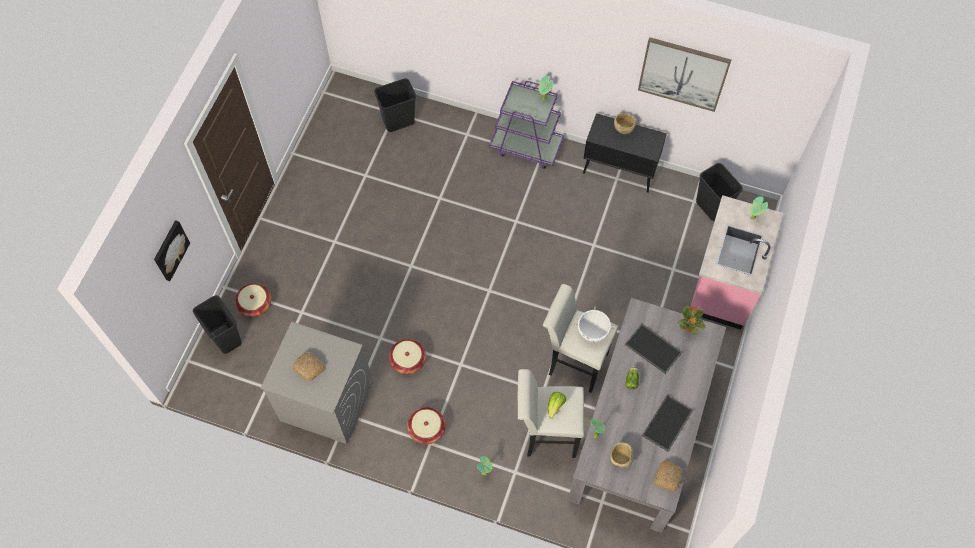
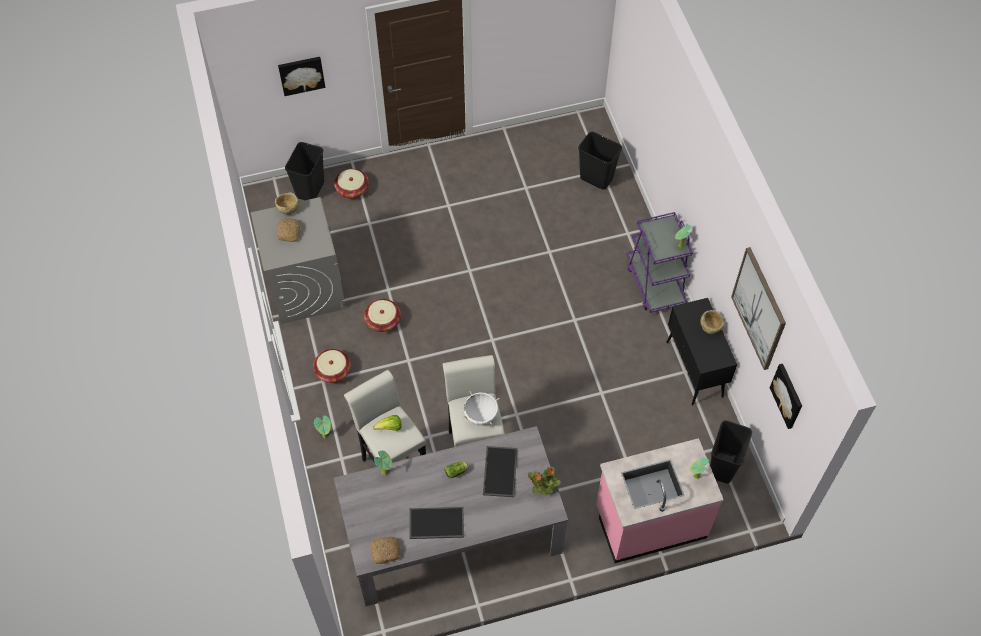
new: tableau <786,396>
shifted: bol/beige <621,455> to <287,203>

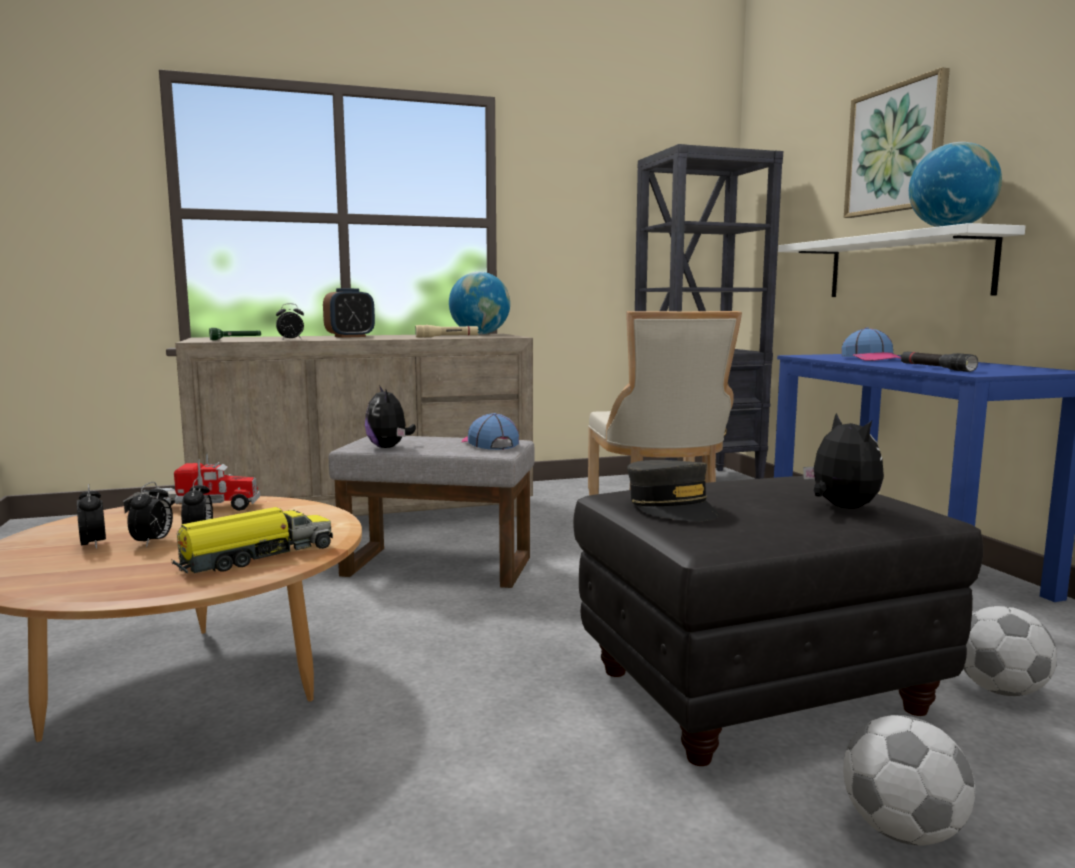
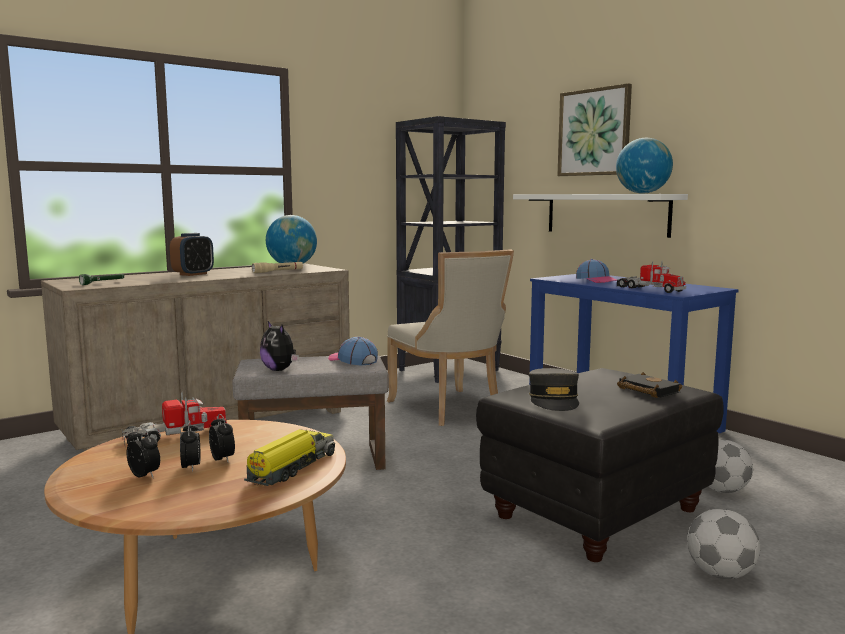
gone: réveil <290,321>
swapped: lampe de poche/noir <939,362> to camion jouet <651,277>; peluche <843,461> to livre/noir <649,385>
rotated: casquette/gris <673,490> = <554,389> 45 degrees clockwise

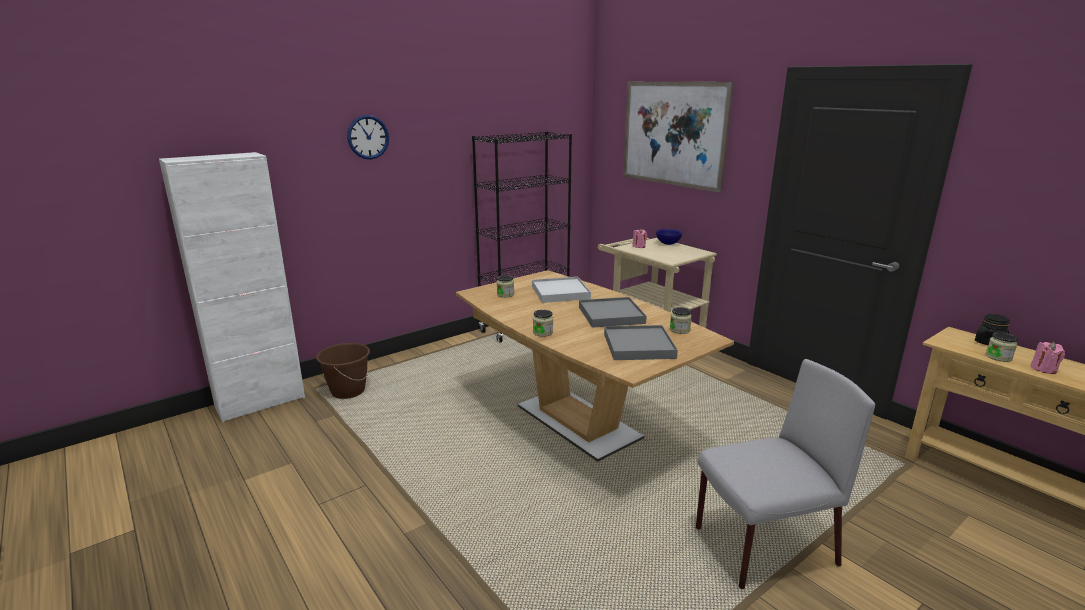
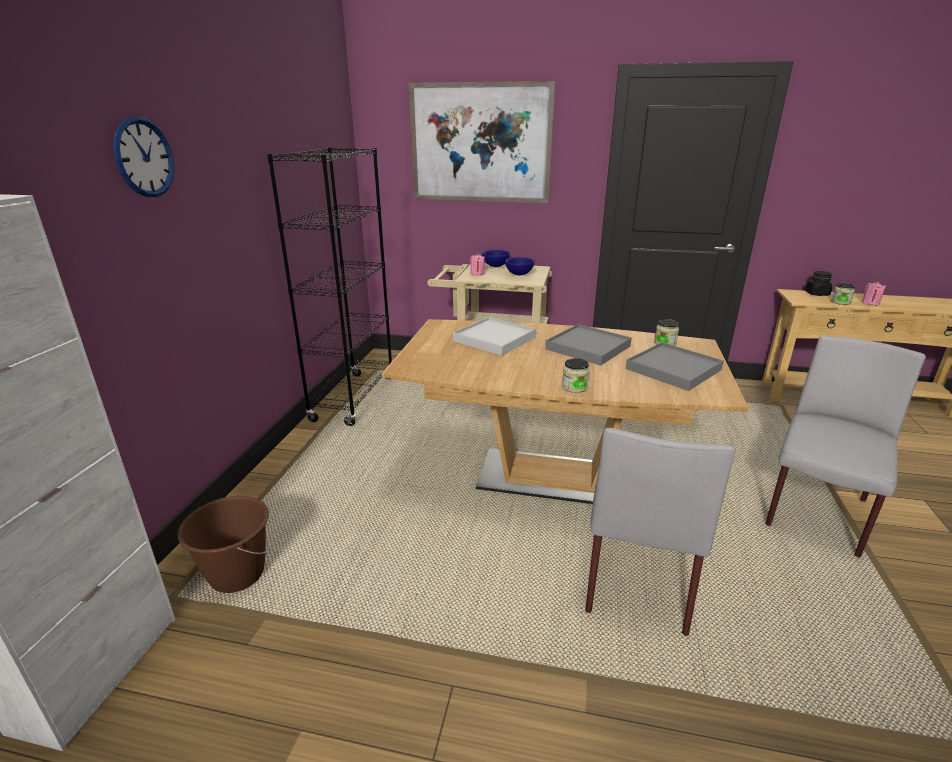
gone: bocal <505,286>
new: bol/bleu <520,266>; chaise/gris <660,532>

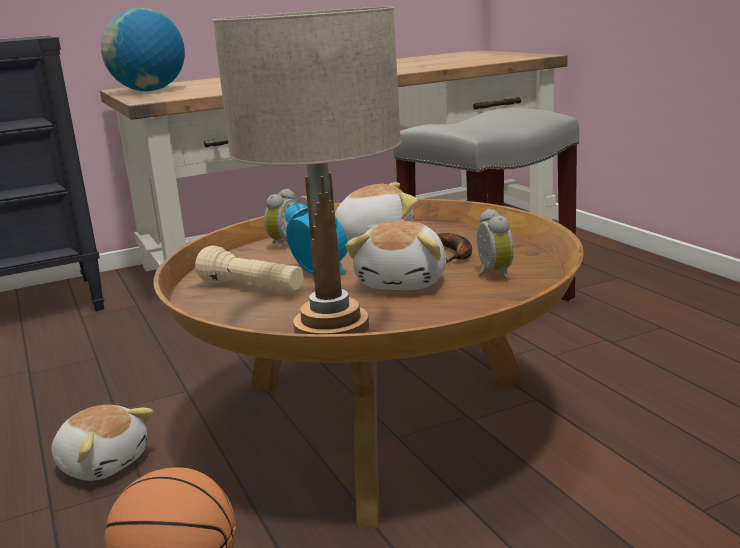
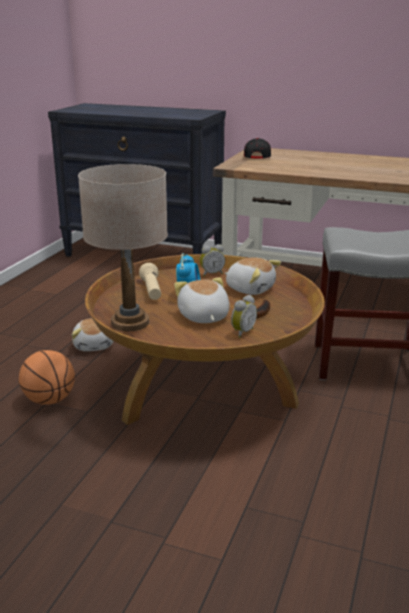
swapped: globe <143,49> to casquette/noir <257,148>
rotated: peluche <395,255> = <202,300> 105 degrees clockwise

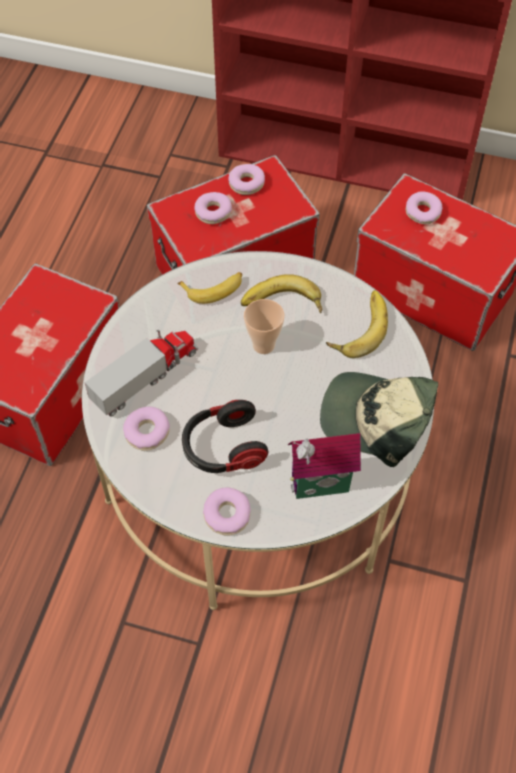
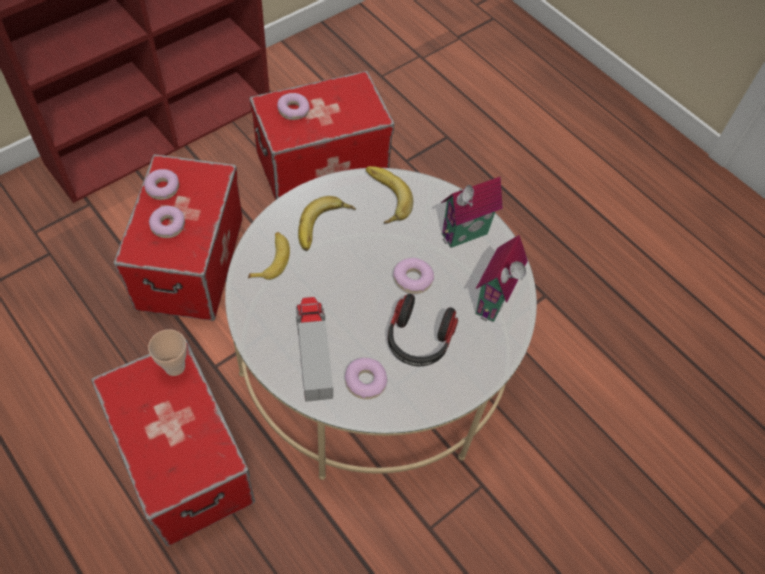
shifted: tasse <264,326> to <167,352>; beignet <227,511> to <413,276>
swapped: casquette <379,419> to maison miniature <472,212>

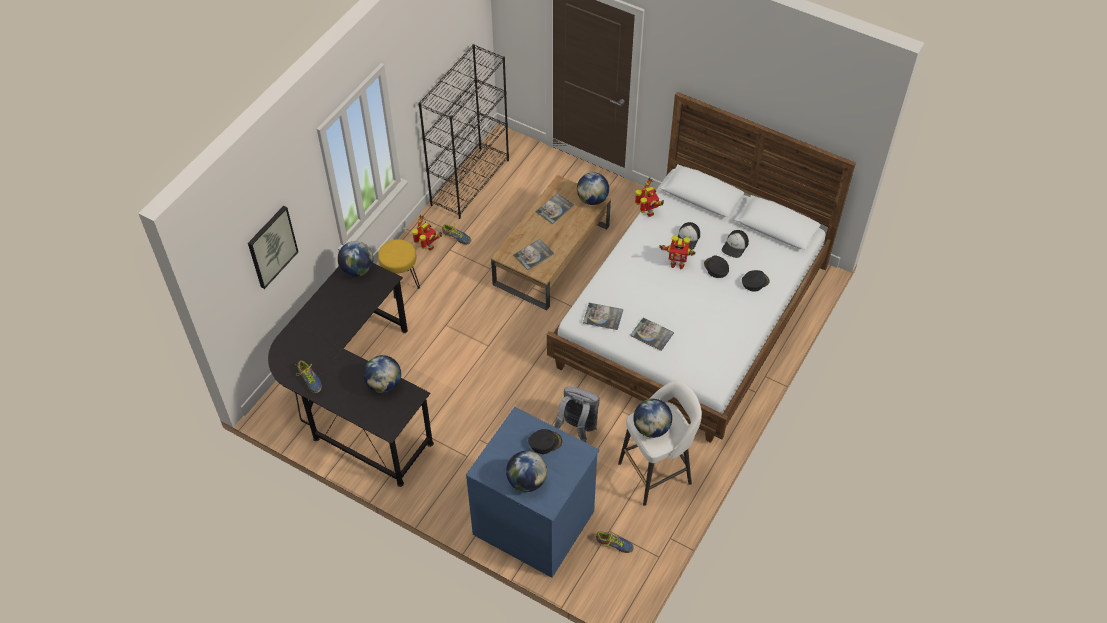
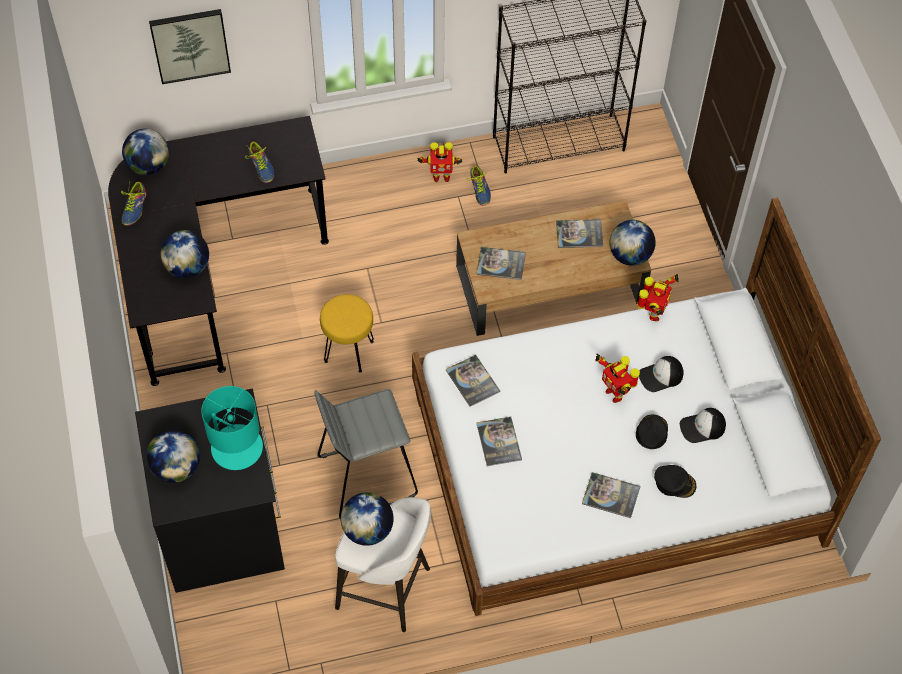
new: livre <611,495>
shifted: tabouret/jaune <399,269> to <347,333>; globe <355,258> to <145,152>; chaussure <615,541> to <259,162>
swapped: sac à dos/gris <577,414> to tabouret/gris <366,454>; casquette/noir <545,441> to lampe de table/turquoise <232,428>
repainted: commode/bleu <533,492> to commode/noir <210,491>
rotated: robot jouet <427,233> = <439,162> 90 degrees clockwise

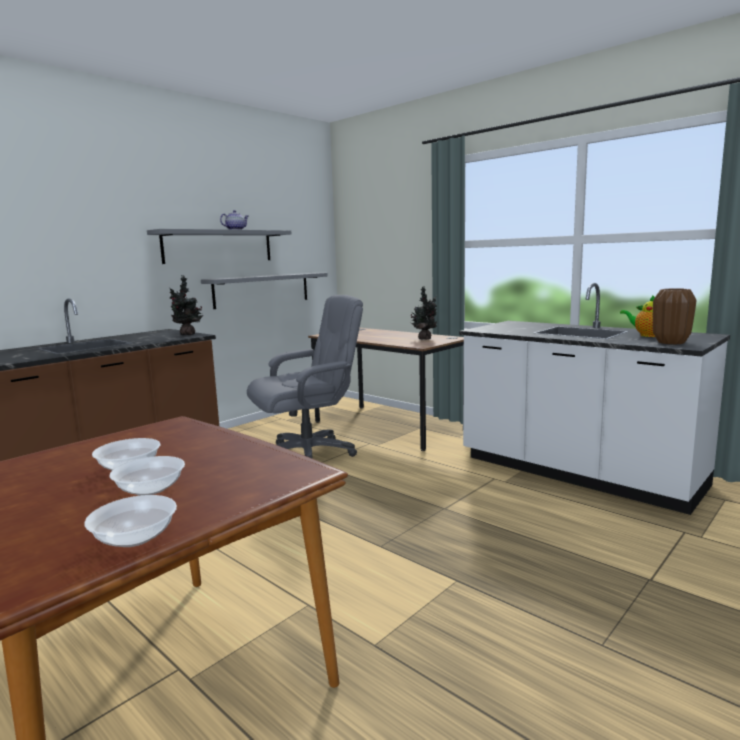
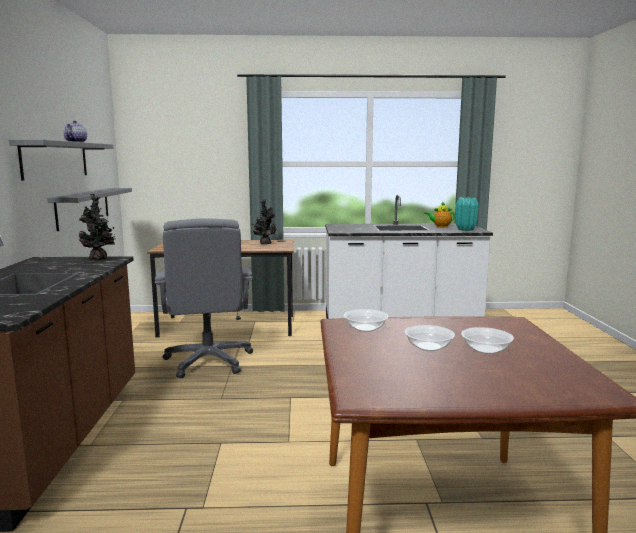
shifted: bol <130,521> to <366,320>
repainted: vase/marron <674,316> to vase/turquoise <467,214>
rotated: chaise de bureau/gris <305,377> = <204,298> 150 degrees clockwise

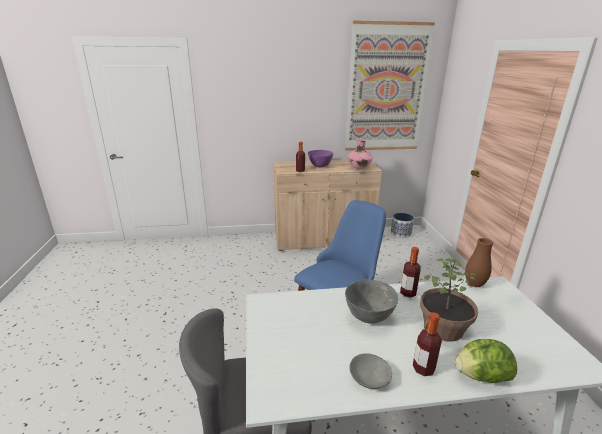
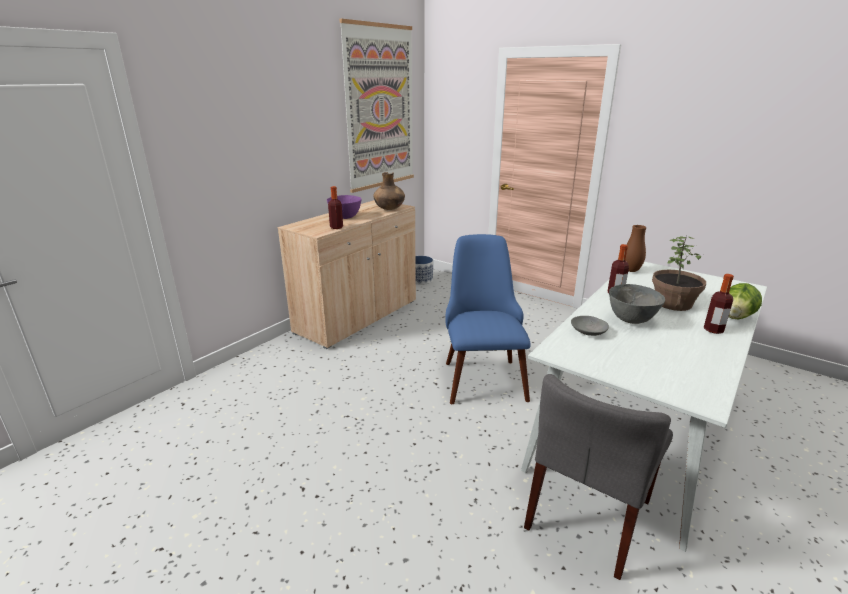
shifted: bol/gris <371,371> to <590,326>
repainted: vase/rose <360,154> to vase/marron <389,191>

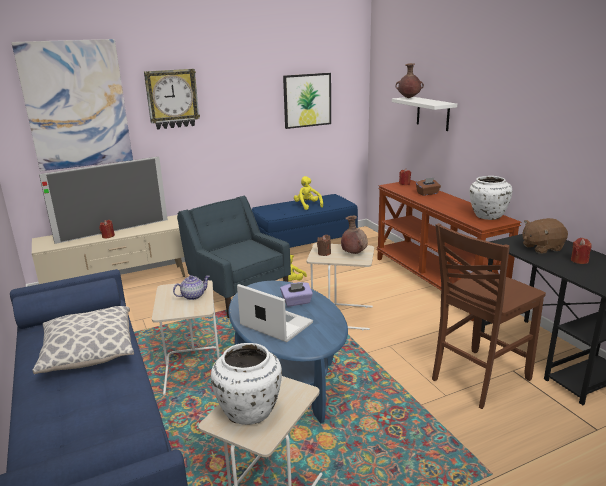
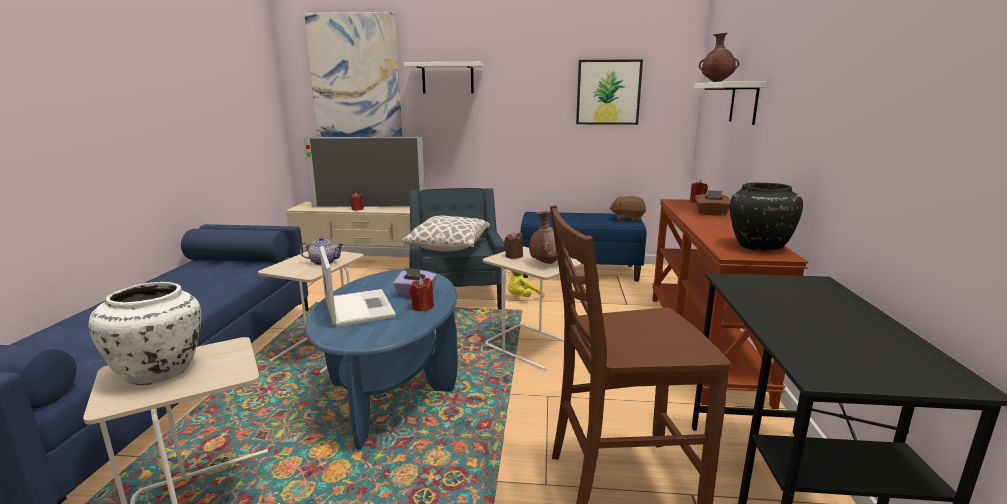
gone: peluche/jaune <308,193>
shifted: peluche/marron <545,236> to <628,209>; bougie/rouge <581,251> to <421,295>; coussin <83,340> to <446,233>
swapped: horloge murale <172,99> to étagère/blanc <444,78>
repainted: vase/blanc <490,198> to vase/noir <766,217>

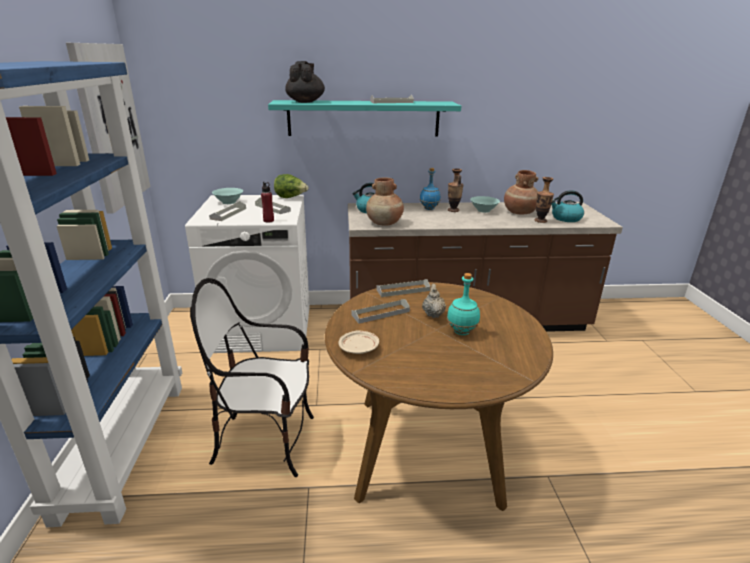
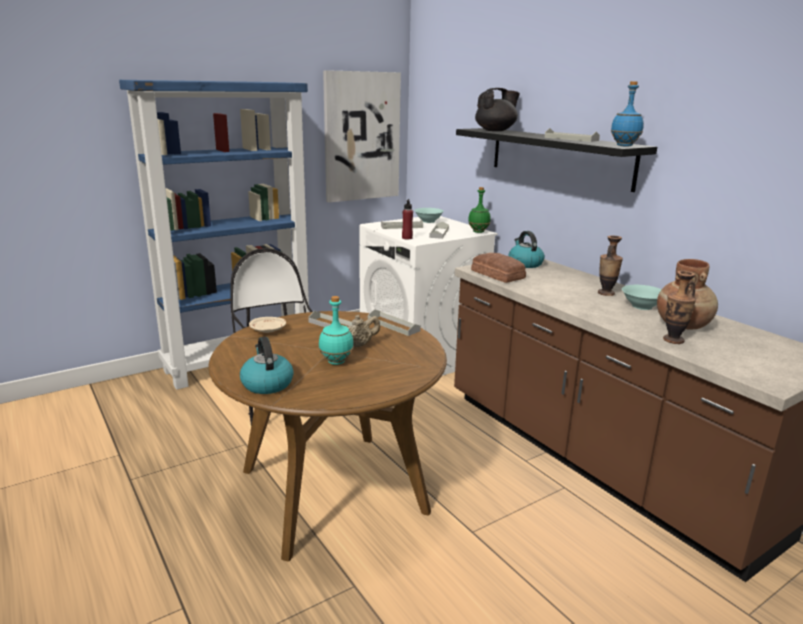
shifted: bouteille/bleu <430,189> to <627,114>; bouilloire <567,206> to <267,365>
swapped: laitue <291,186> to bouteille/vert <479,210>; vase/marron <385,201> to pain <498,268>
repainted: étagère/turquoise <364,118> to étagère/noir <556,160>

